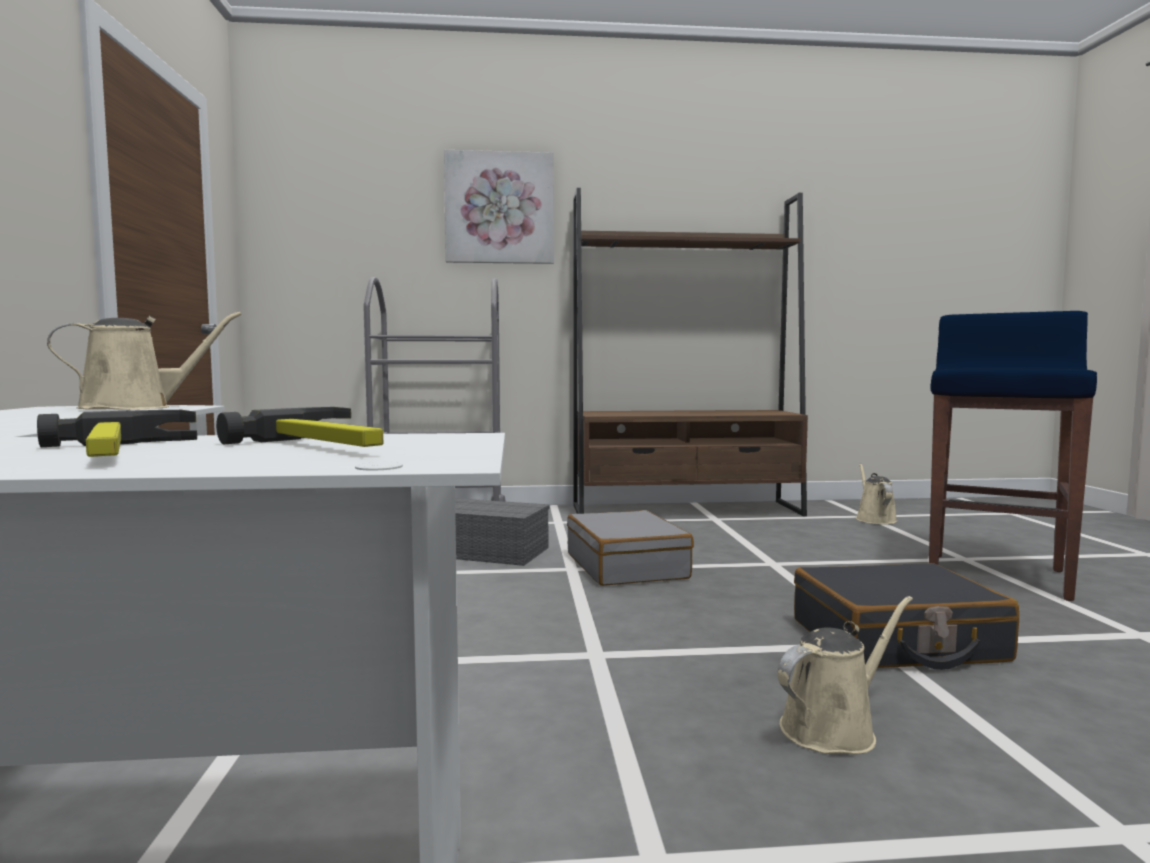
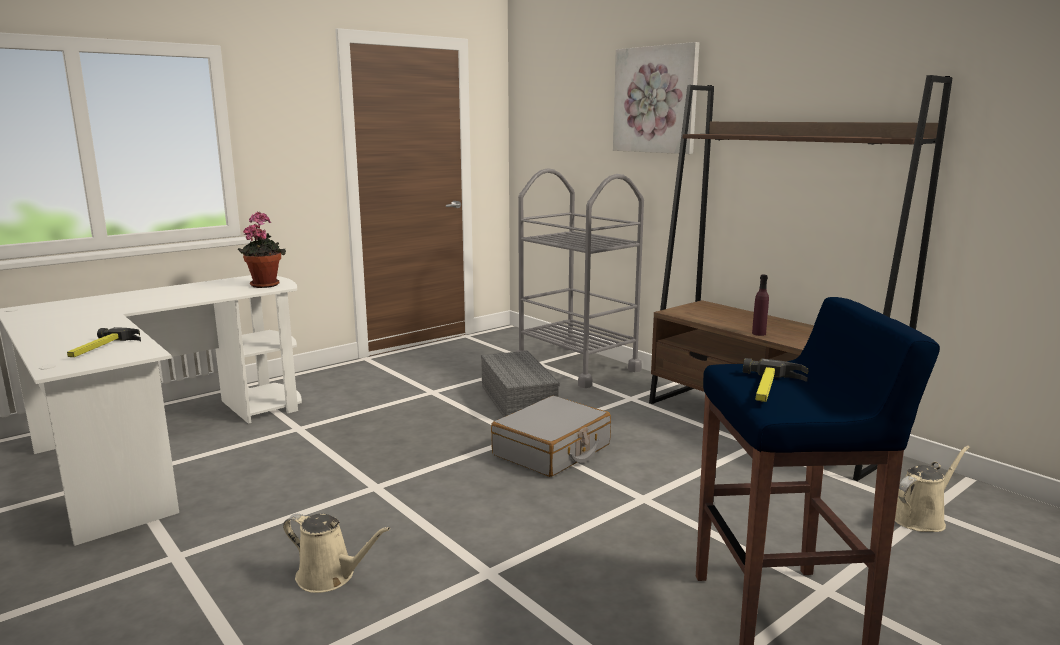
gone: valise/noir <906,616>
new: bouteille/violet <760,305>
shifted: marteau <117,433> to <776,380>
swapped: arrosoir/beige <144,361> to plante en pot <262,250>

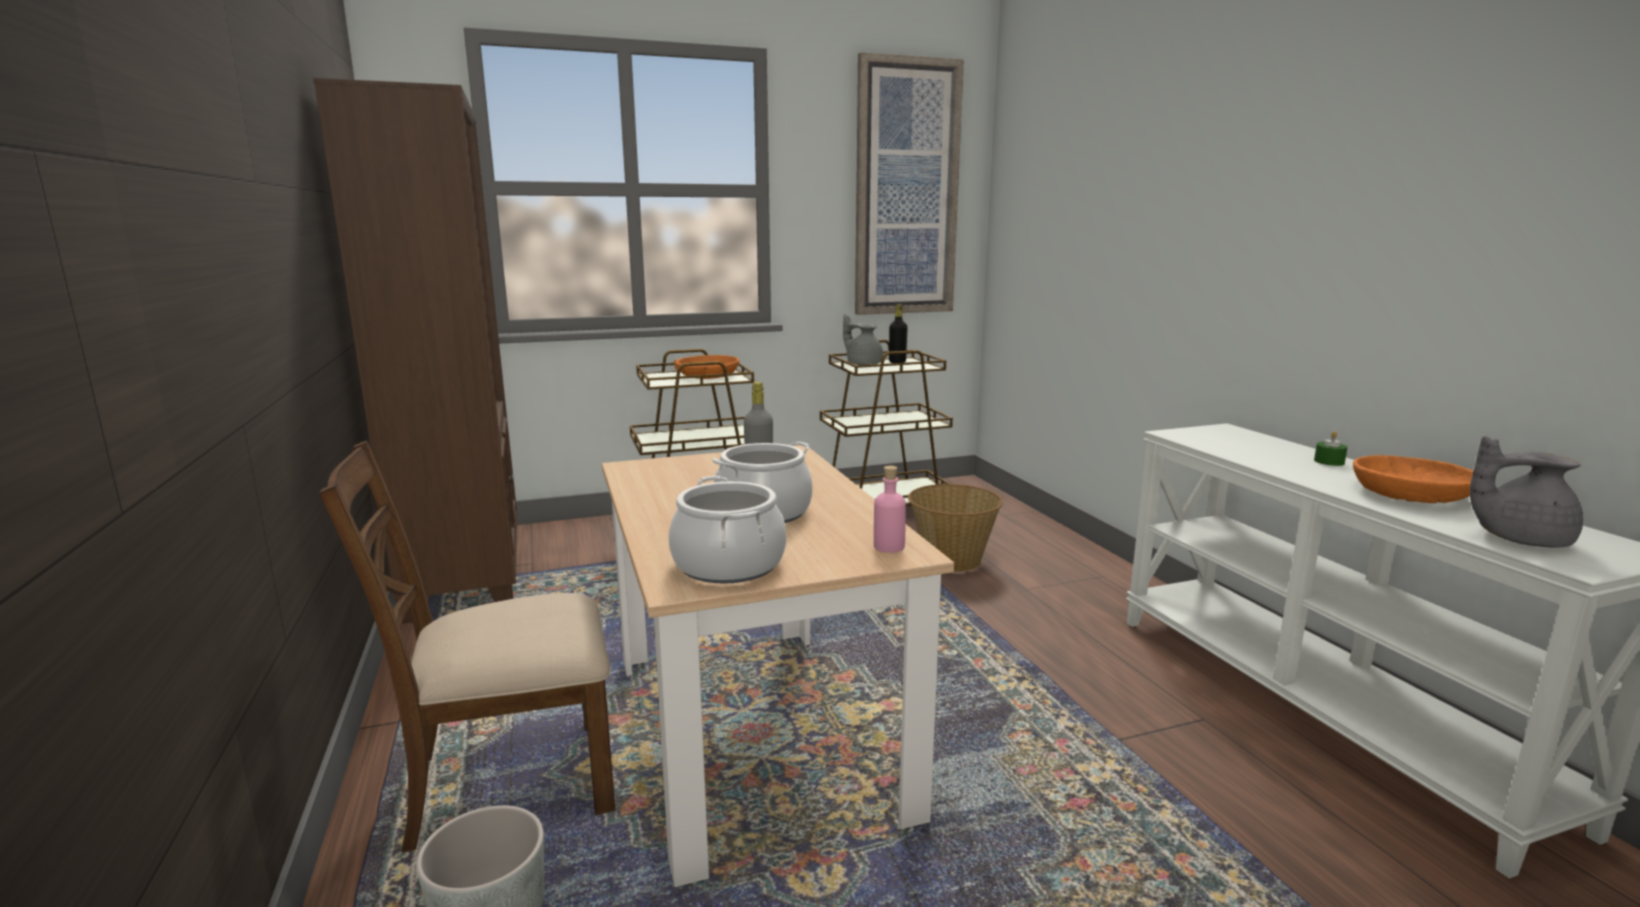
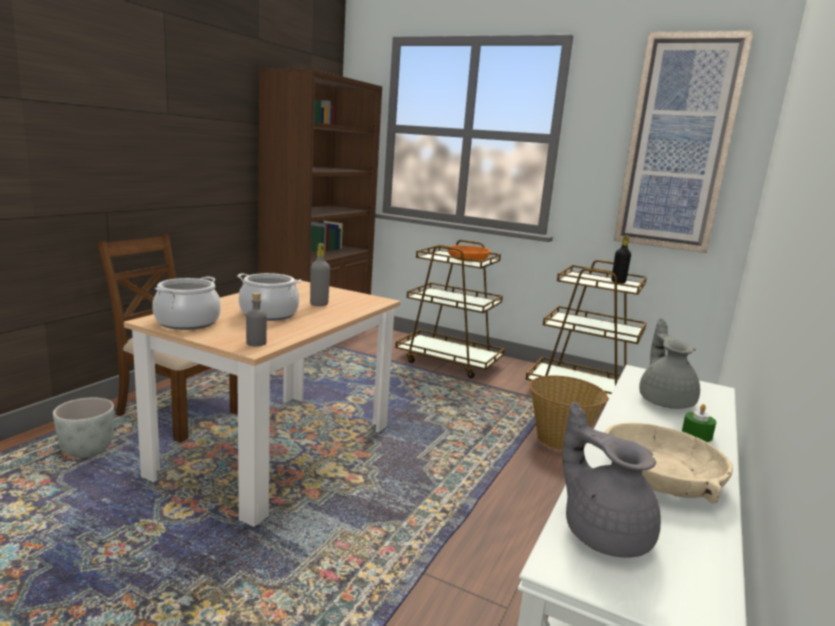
shifted: théière/gris <863,339> to <669,363>
repainted: bol/orange <1413,479> to bol/beige <669,463>; bouteille/rose <890,509> to bouteille/gris <256,319>

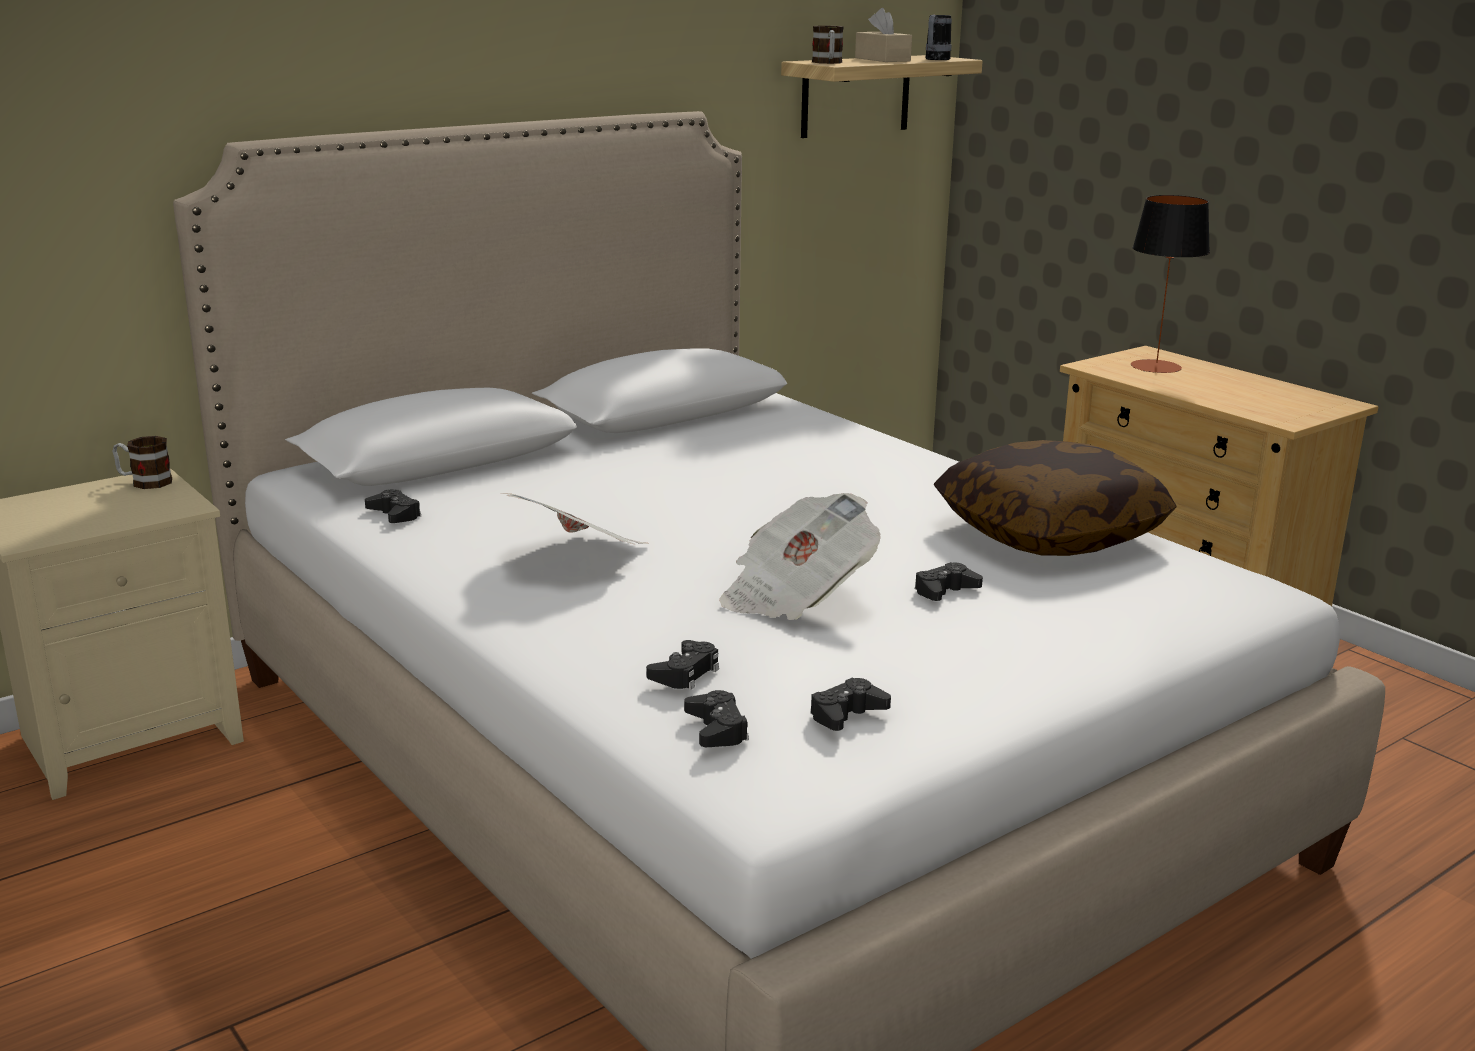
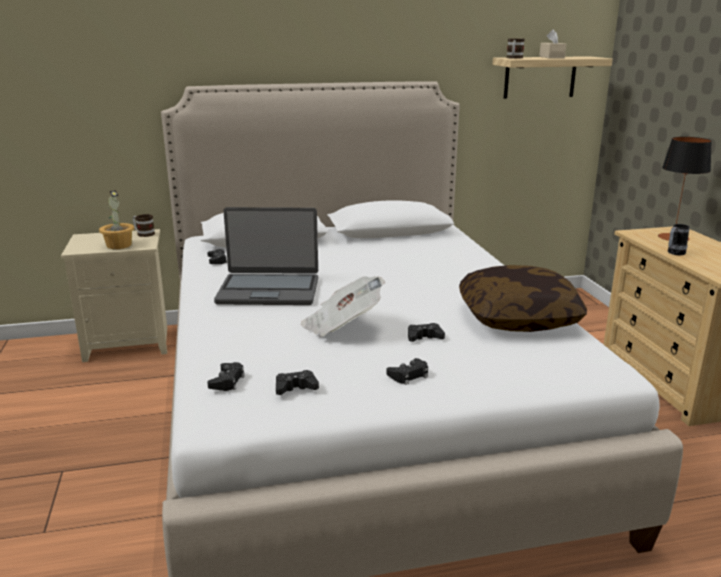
new: plante en pot <117,219>
shifted: mug <939,37> to <679,239>; manette/noir <682,665> to <407,371>
swapped: journal <574,519> to ordinateur portable <266,256>

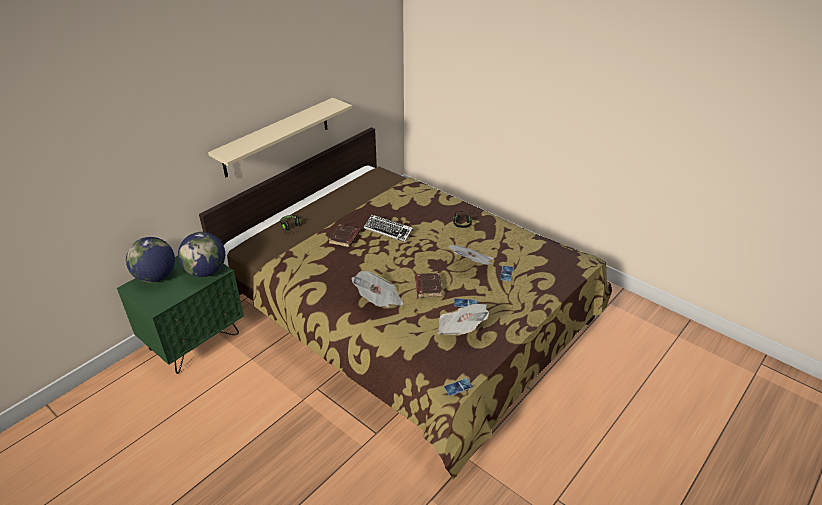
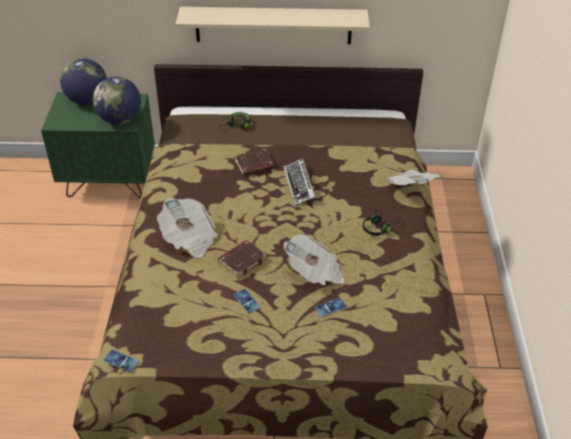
shifted: journal <463,319> to <413,177>

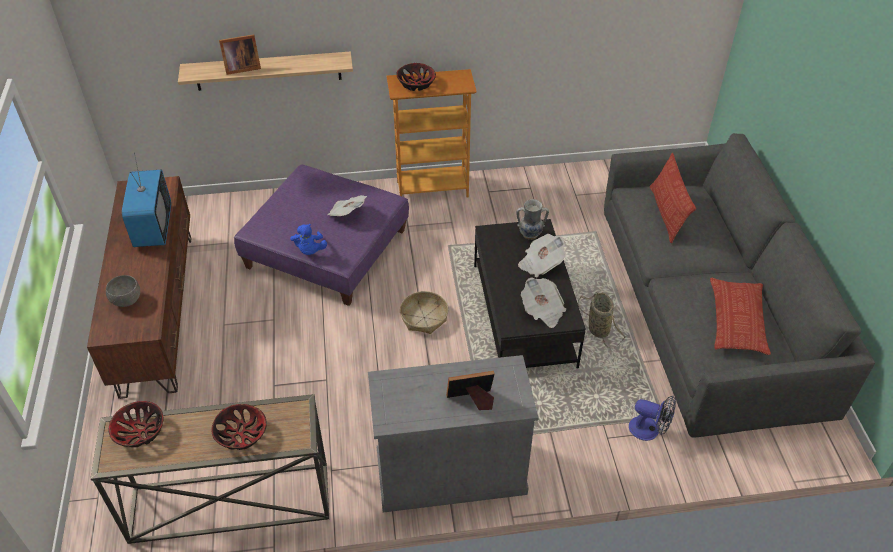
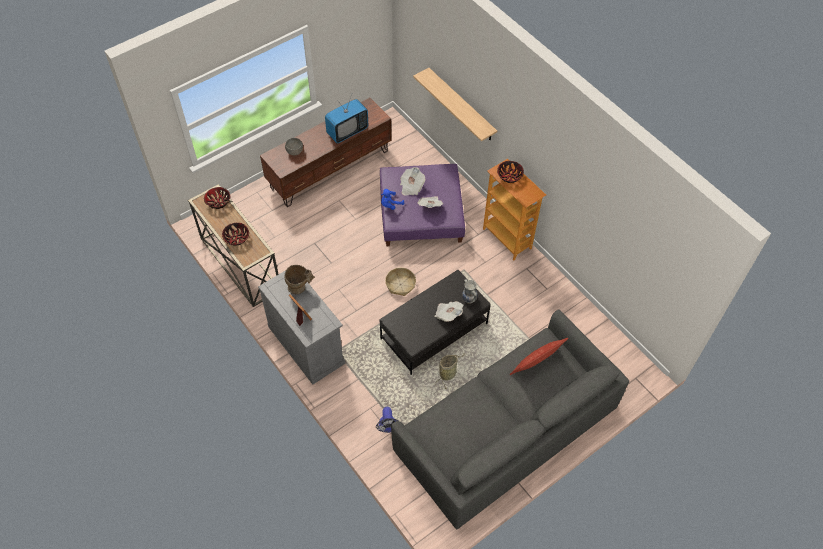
gone: cadre photo <240,54>; coussin <740,316>
new: vase/beige <300,279>
shifted: journal <543,302> to <412,181>

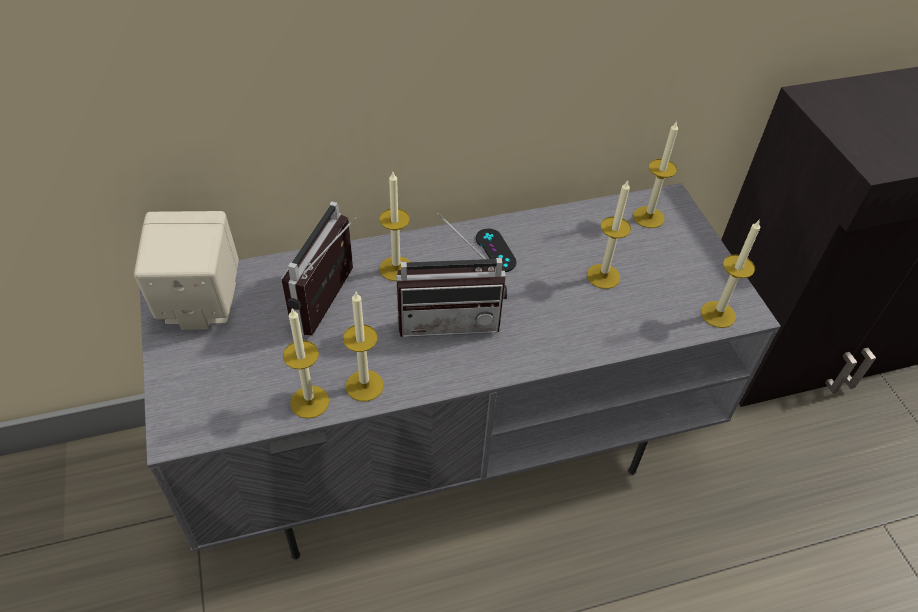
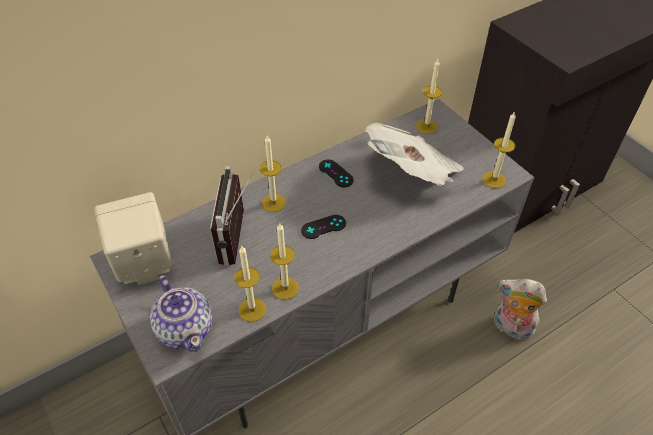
new: théière <181,313>; peluche <520,309>
swapped: bougie <609,234> to journal <414,154>; radio <451,275> to manette/noir <323,227>

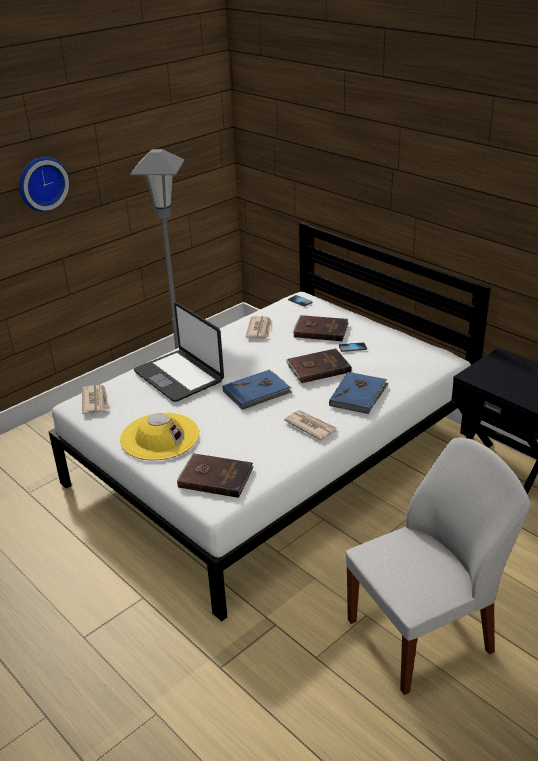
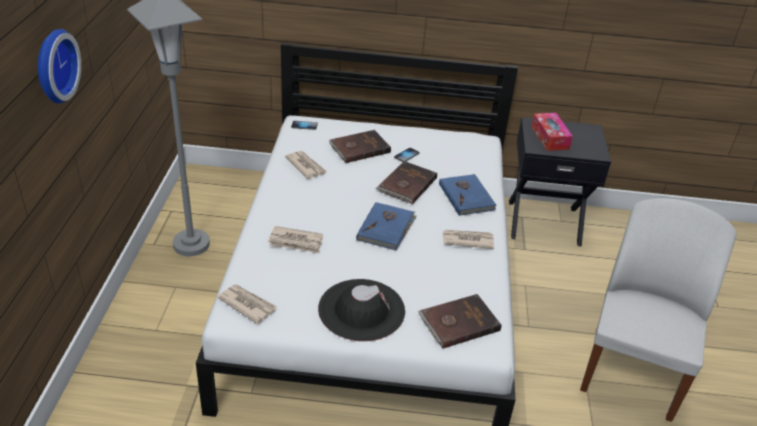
new: boîte à mouchoirs <552,132>
swapped: ordinateur portable <179,352> to journal <295,239>
repainted: chapeau/jaune <159,436> to chapeau/noir <361,310>

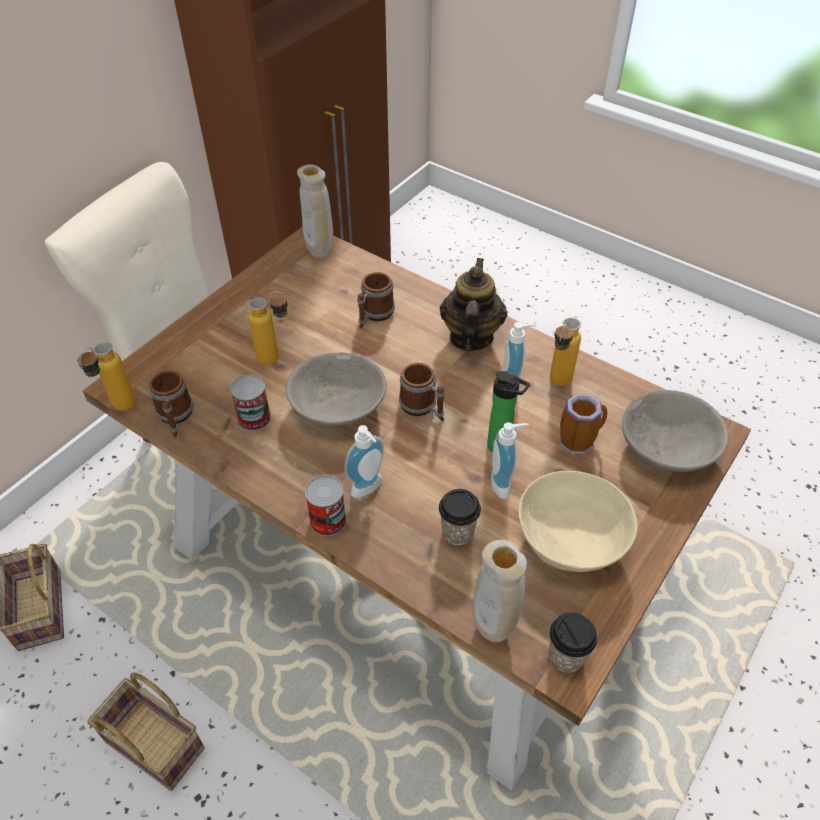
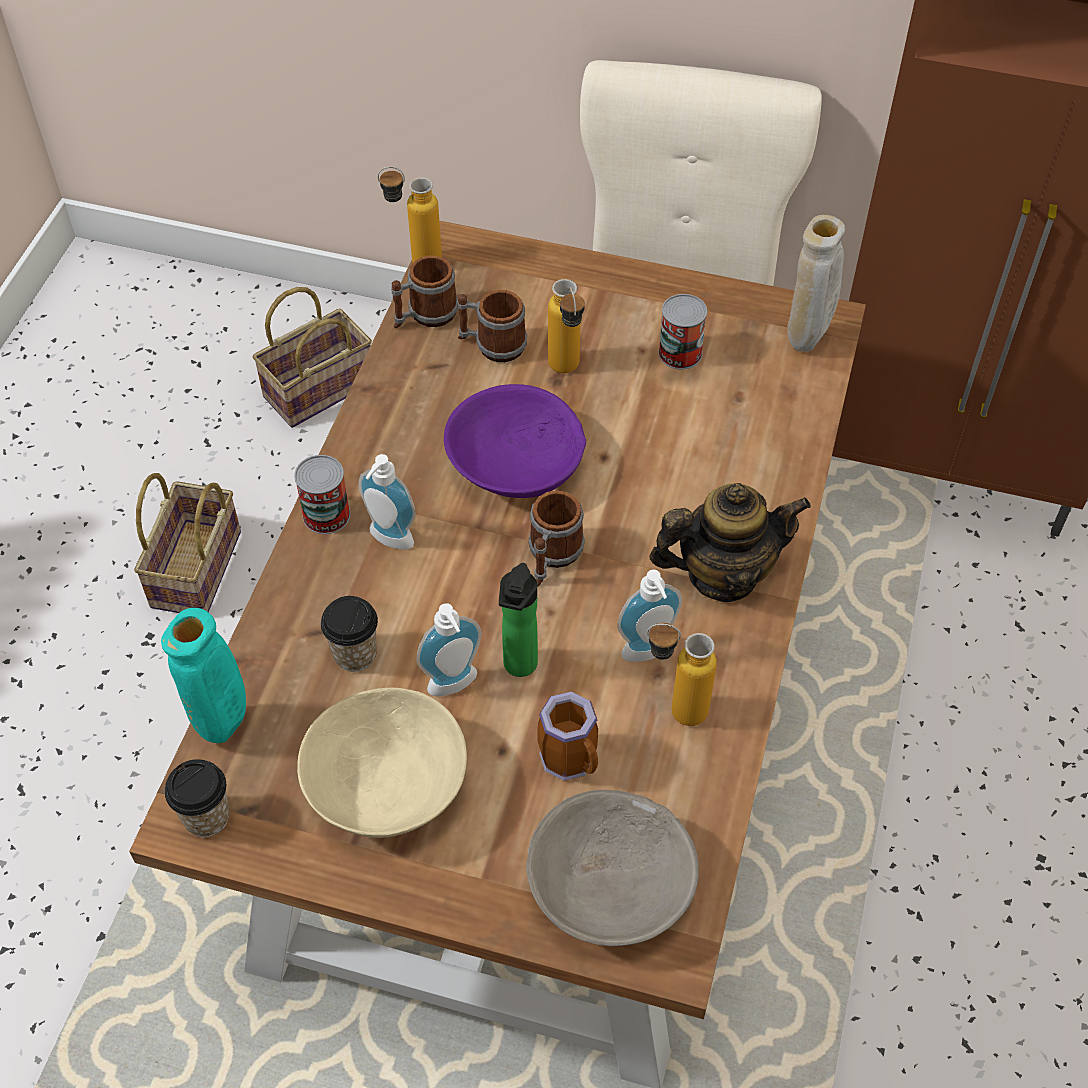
shifted: mug <376,300> to <492,326>; boîte métallique <250,403> to <682,331>
repainted: bol/gris <336,389> to bol/violet <515,441>; vase/beige <500,591> to vase/turquoise <203,675>

